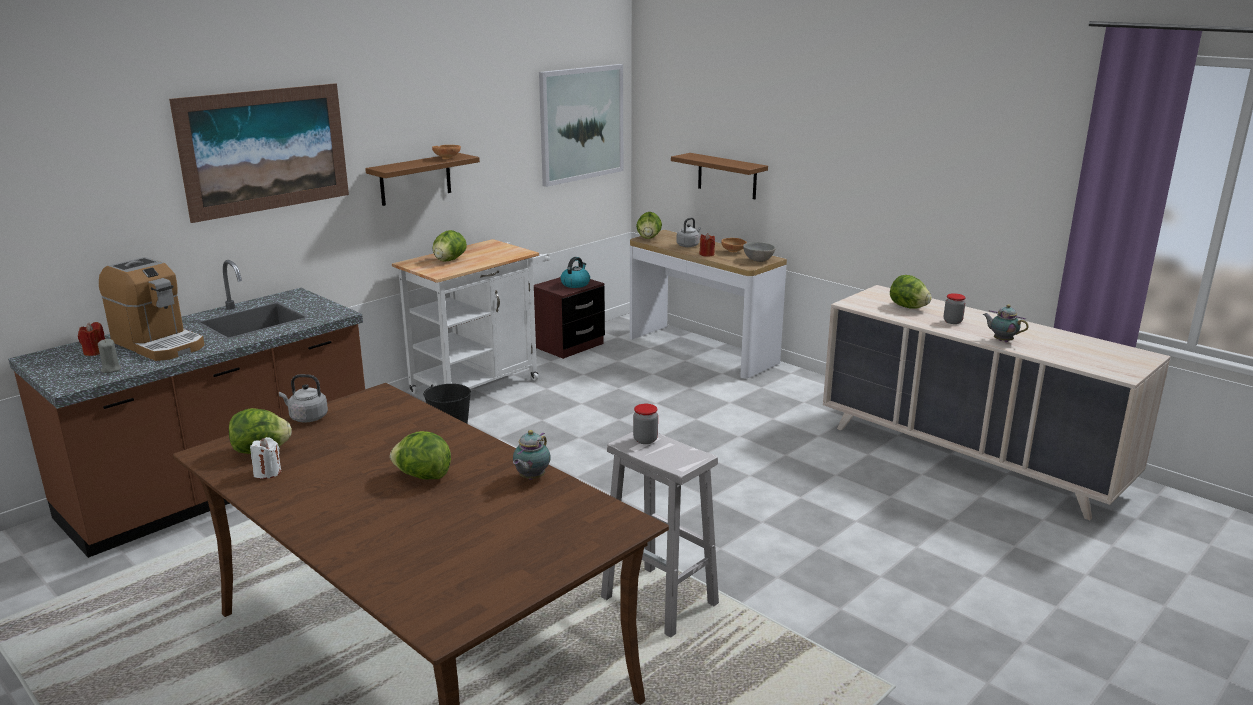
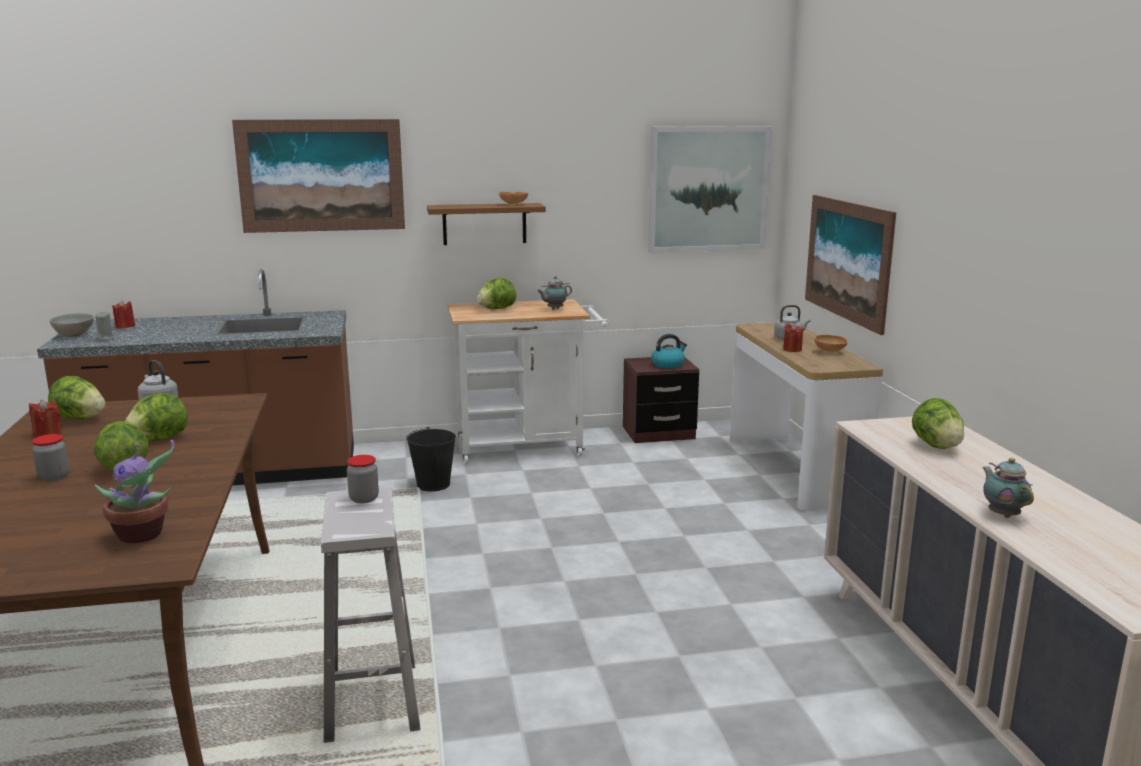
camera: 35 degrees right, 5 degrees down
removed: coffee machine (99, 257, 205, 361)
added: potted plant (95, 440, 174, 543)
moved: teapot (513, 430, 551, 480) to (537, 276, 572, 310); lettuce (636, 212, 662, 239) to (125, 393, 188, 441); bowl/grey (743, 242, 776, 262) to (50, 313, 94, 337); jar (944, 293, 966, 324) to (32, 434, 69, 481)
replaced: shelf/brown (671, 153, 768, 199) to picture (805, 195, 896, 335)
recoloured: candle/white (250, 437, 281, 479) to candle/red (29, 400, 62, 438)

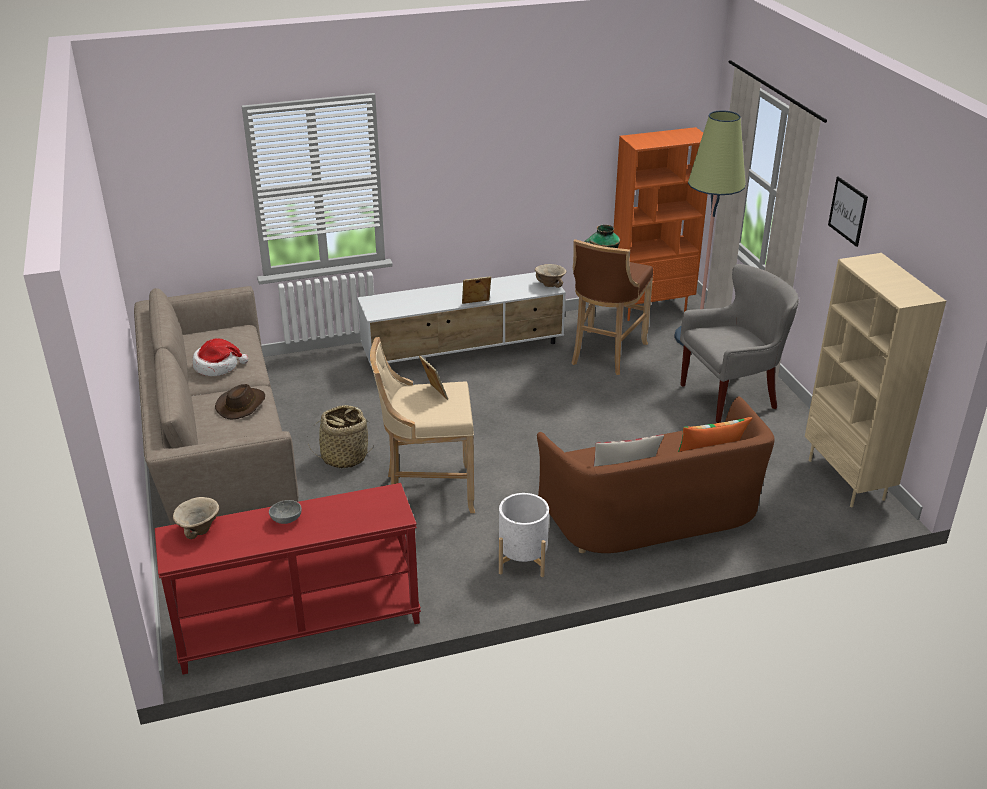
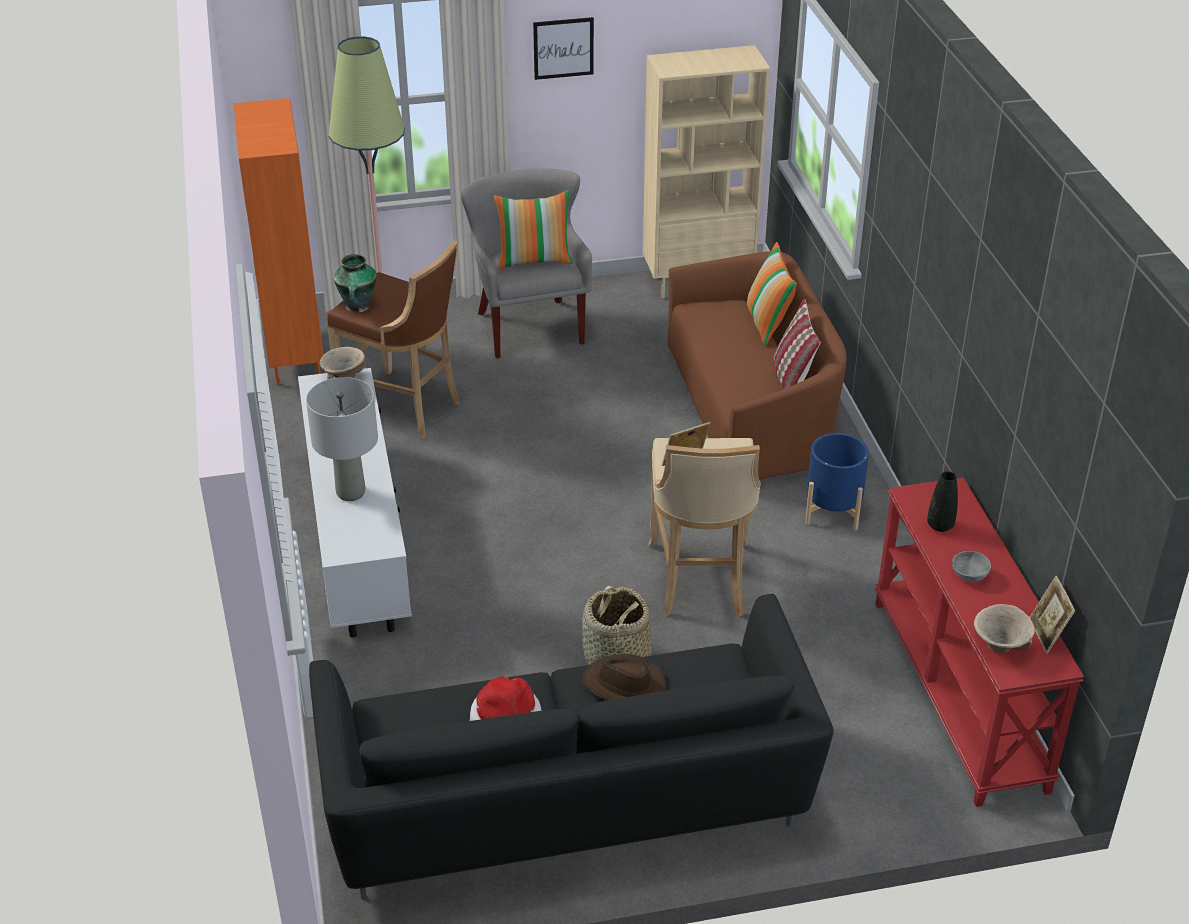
camera: 85 degrees left, 5 degrees up
added: table lamp/grey (306, 377, 378, 501); pillow (494, 190, 573, 270); vase/black (927, 471, 958, 532)
moved: picture frame (462, 276, 491, 304) to (1029, 576, 1075, 654)
recoloured: sofa/beige (134, 286, 299, 525) to sofa/black (309, 594, 834, 899); planter/white (499, 493, 549, 577) to planter/blue (805, 433, 869, 531)

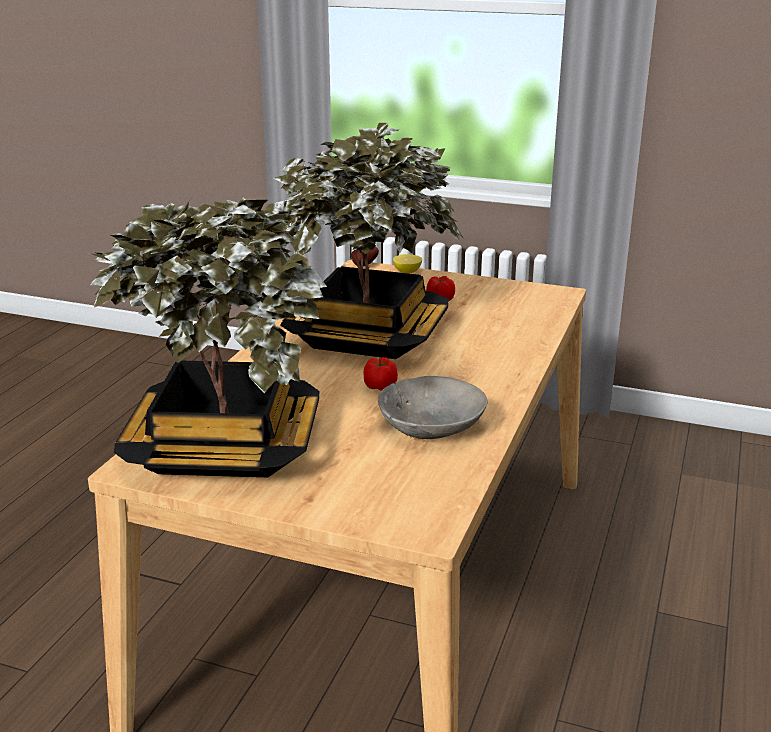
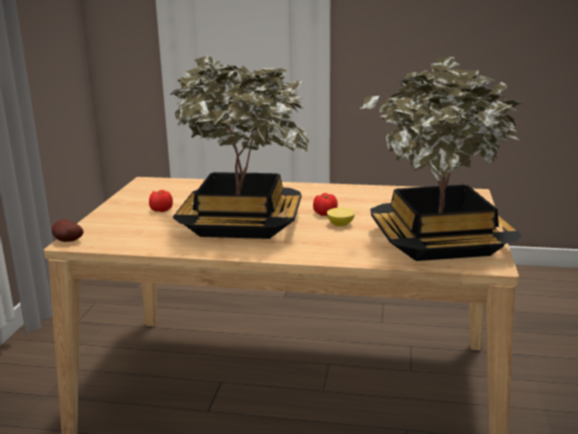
camera: 100 degrees left, 5 degrees down
removed: bowl/grey (378, 376, 488, 439)
moved: lemon (393, 254, 422, 274) to (327, 208, 355, 226)

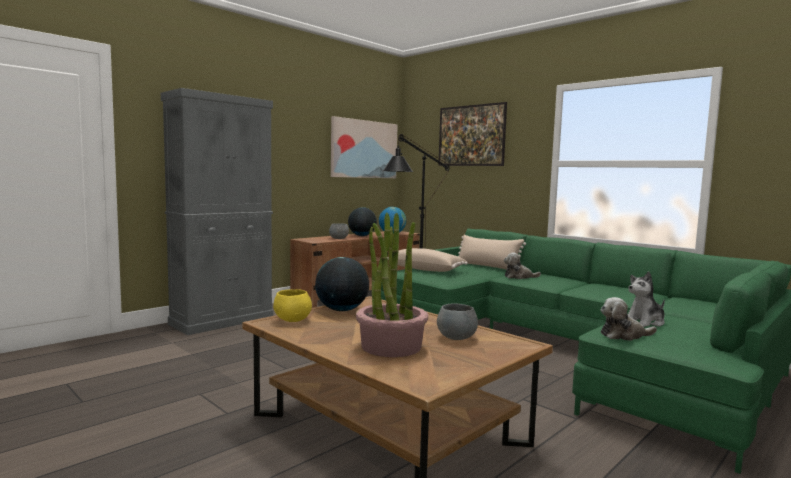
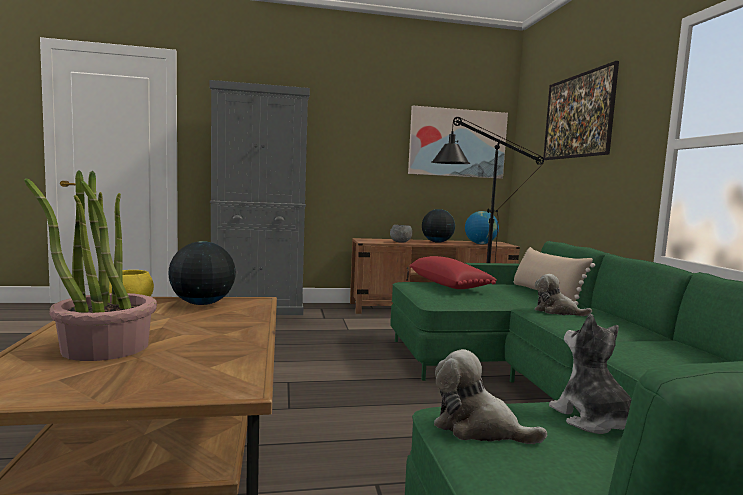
camera: 35 degrees right, 0 degrees up
removed: bowl/grey (437, 304, 478, 340)
recoloured: pillow/beige (388, 248, 468, 272) to pillow/red (410, 256, 497, 289)
turned: plush toy (628, 271, 665, 327) = (549, 314, 632, 434) 60 degrees clockwise

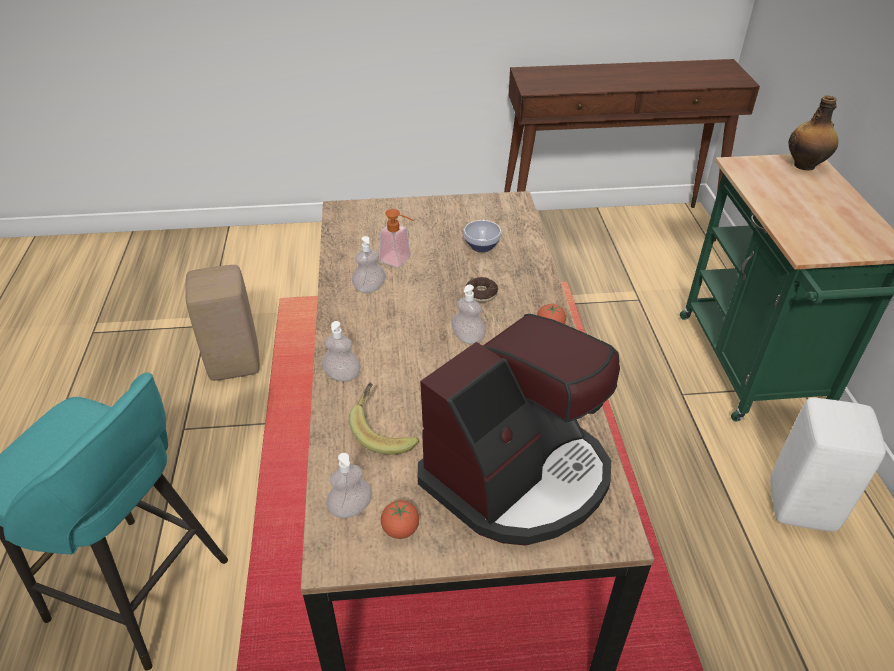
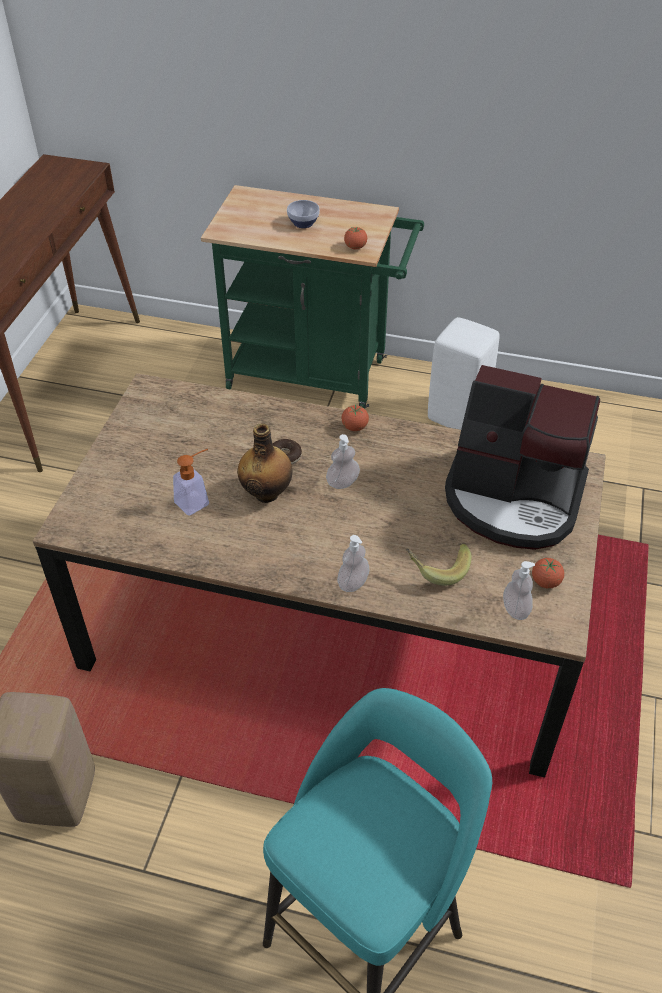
camera: 70 degrees left, 5 degrees up
removed: soap dispenser (352, 236, 386, 293)
added: tomato (344, 227, 367, 249)
moved: bowl (464, 220, 501, 252) to (287, 200, 320, 228); bottle (789, 95, 838, 170) to (237, 423, 293, 503)
turned: coffee machine (418, 314, 620, 546) = (445, 365, 600, 550) 135 degrees clockwise

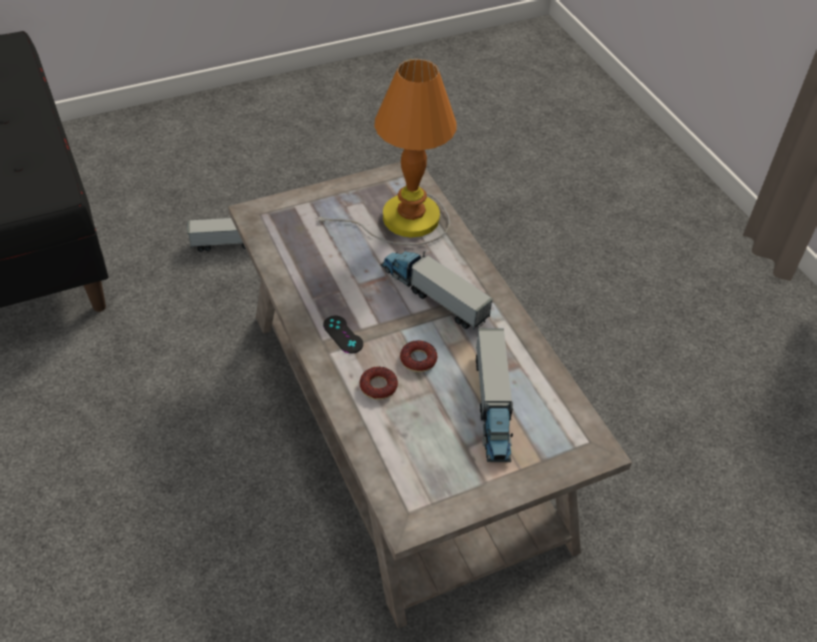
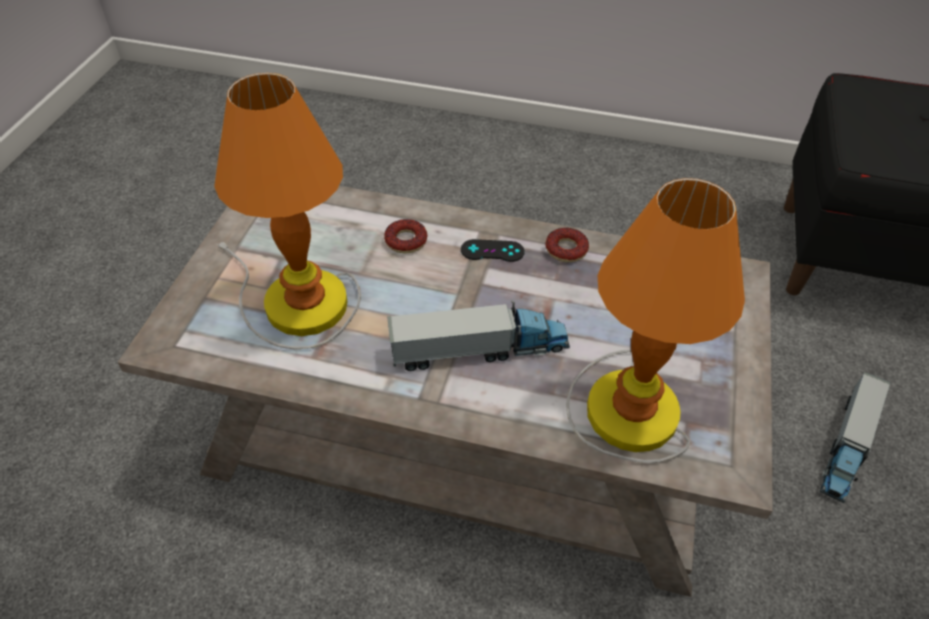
camera: 130 degrees right, 0 degrees up
moved: donut (400, 340, 438, 372) to (545, 228, 589, 262)
replaced: toy truck (476, 328, 513, 462) to table lamp (214, 73, 361, 349)

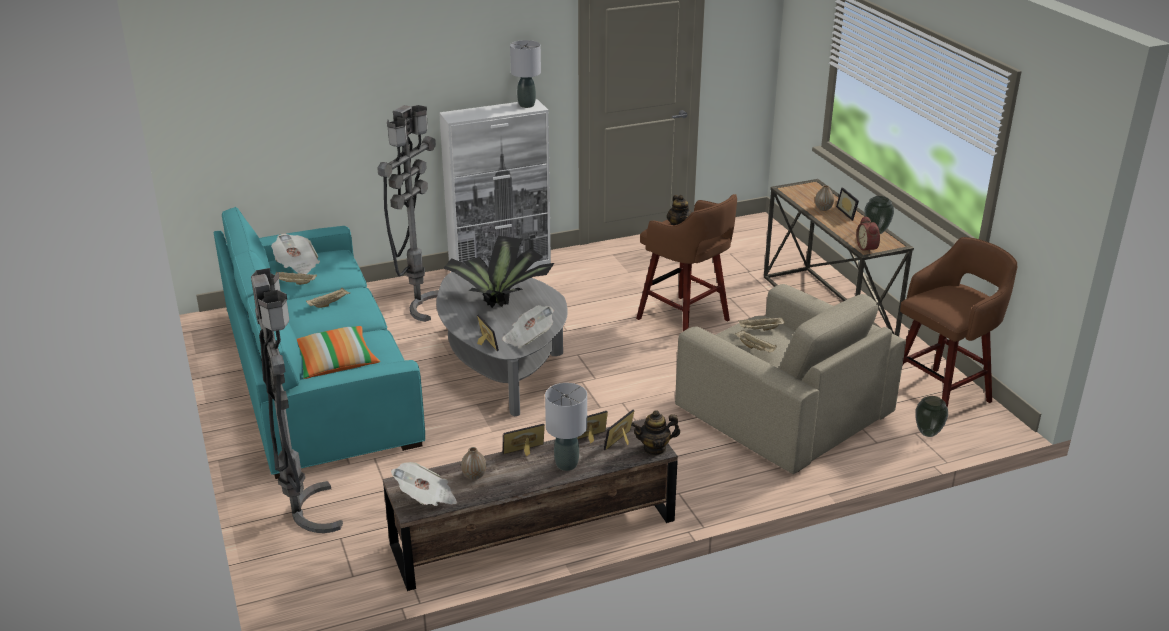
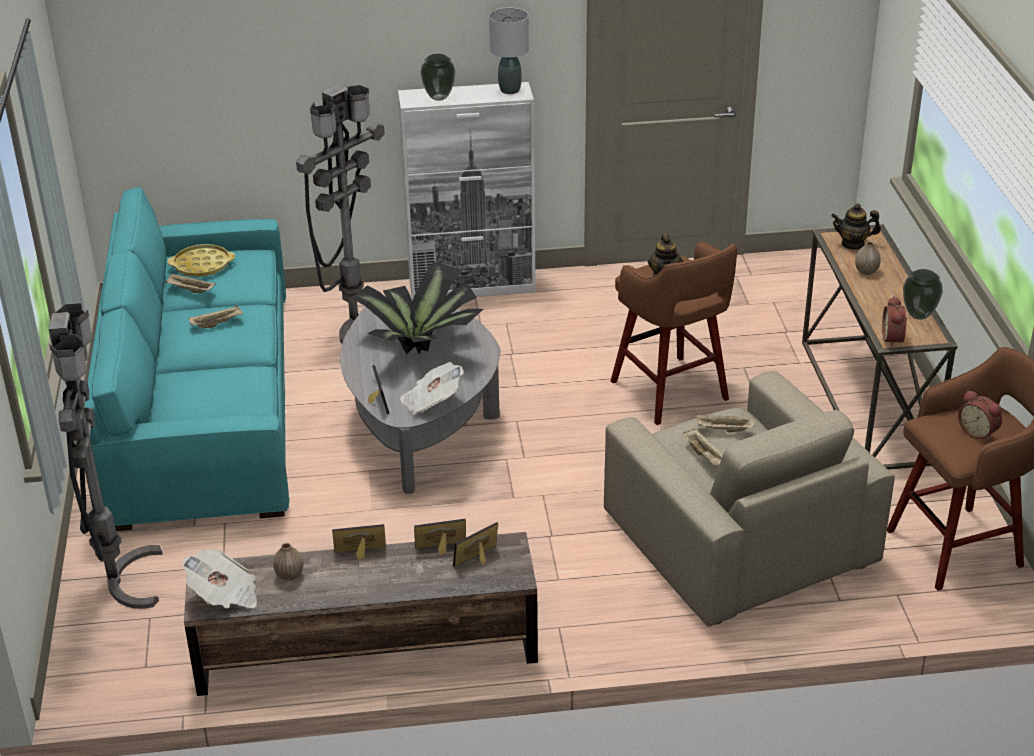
camera: 15 degrees right, 5 degrees up
removed: pillow (297, 326, 380, 379); table lamp/grey (545, 383, 587, 471); picture frame (836, 188, 859, 221)
added: alarm clock (958, 390, 1002, 441)
moved: teapot (631, 410, 680, 456) to (831, 204, 881, 250); vase (915, 396, 948, 437) to (421, 54, 455, 101)
replaced: newspaper (271, 234, 320, 274) to tray/yellow (168, 244, 235, 277)

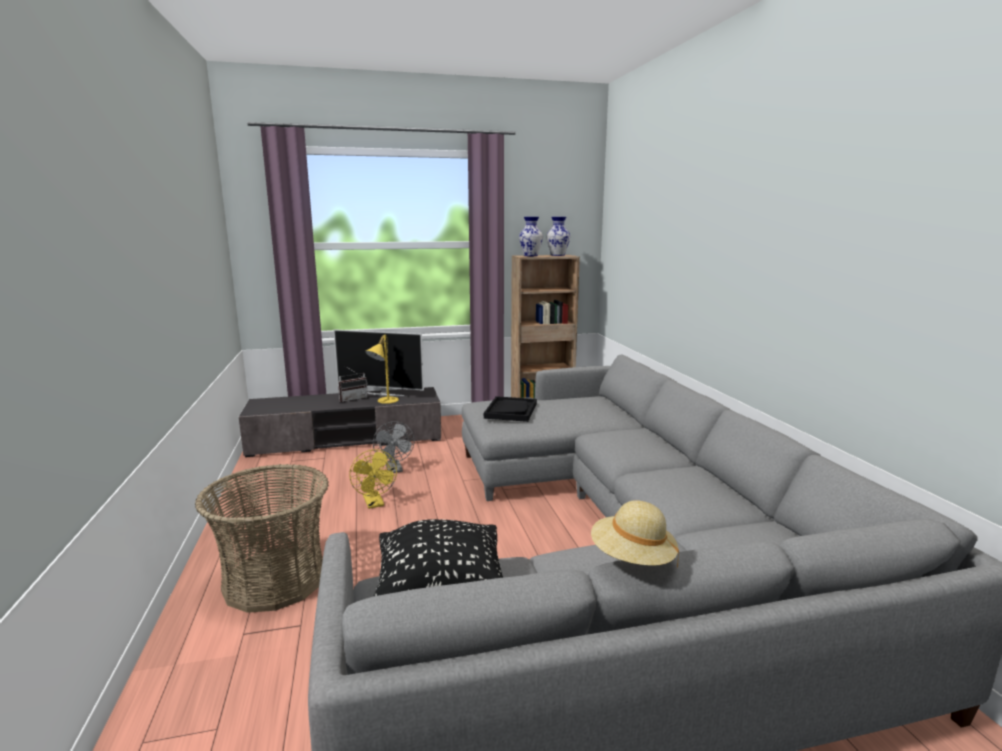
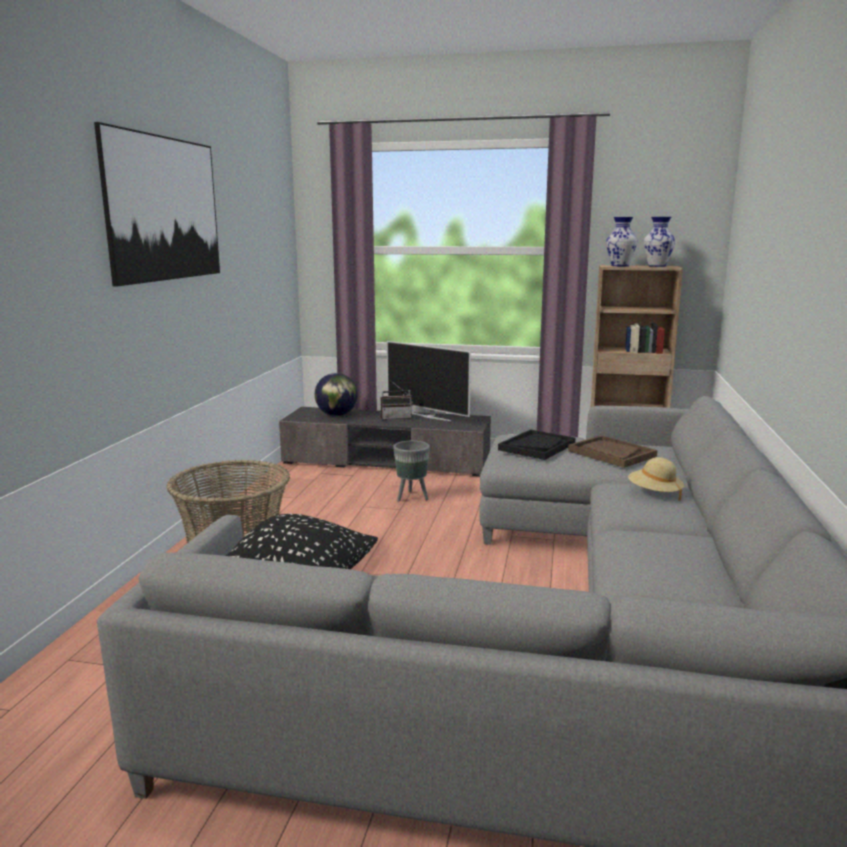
camera: 25 degrees right, 0 degrees up
removed: fan/yellow (349, 449, 397, 509); table lamp/yellow (365, 335, 399, 404)
added: picture (94, 122, 220, 287); globe (315, 373, 358, 416); tray/brown (568, 435, 657, 468)
moved: hat/beige (591, 500, 679, 568) to (628, 457, 684, 501)
replaced: fan/grey (373, 421, 415, 473) to planter/grey (393, 441, 430, 502)

